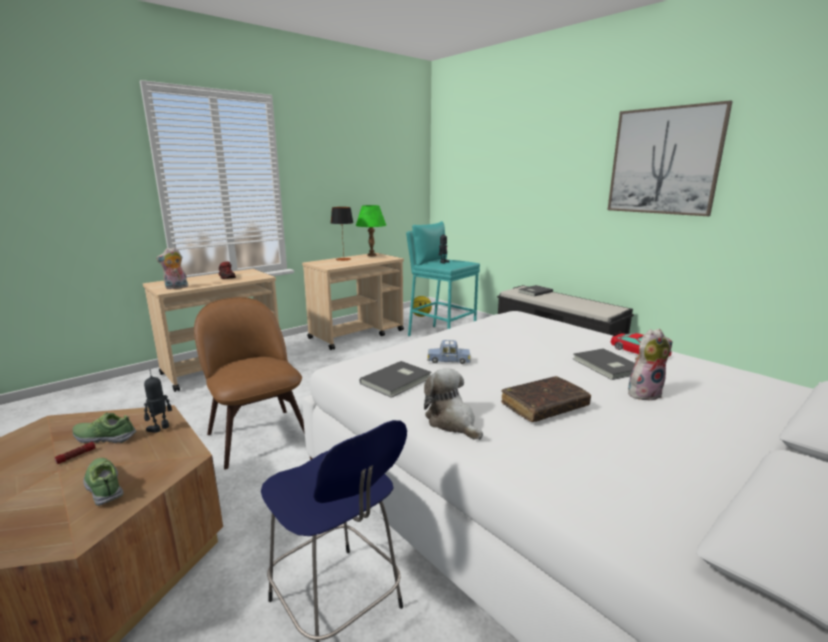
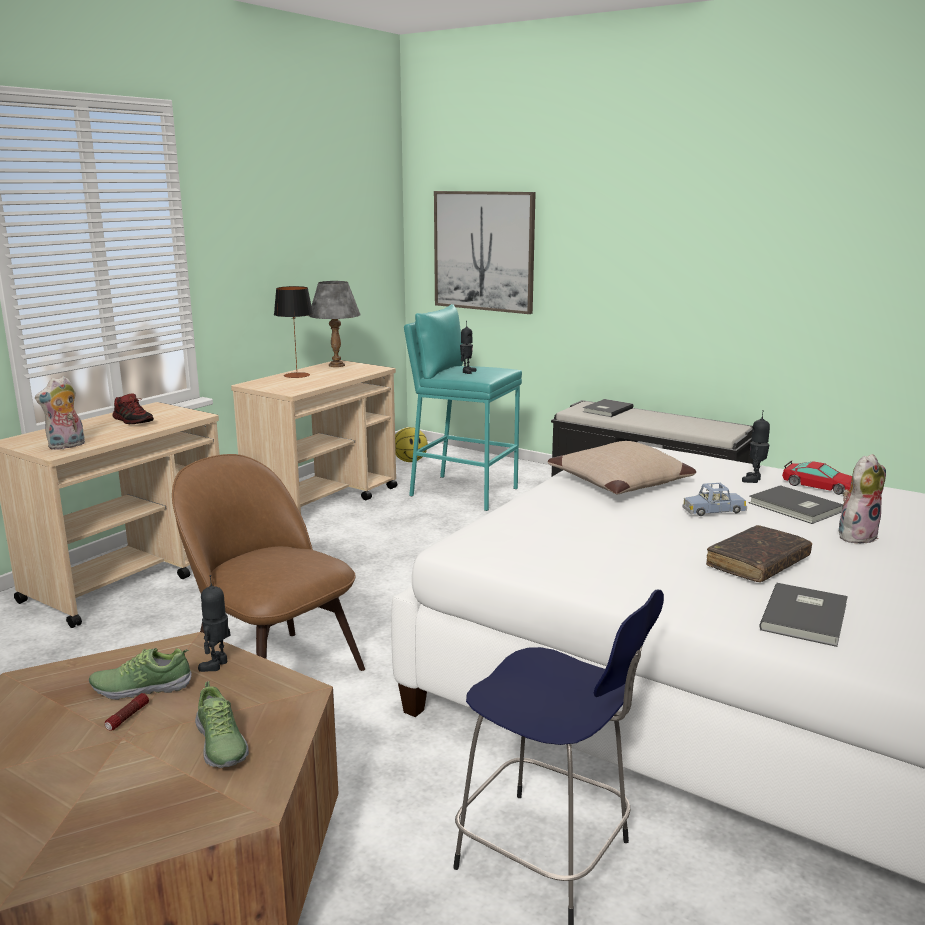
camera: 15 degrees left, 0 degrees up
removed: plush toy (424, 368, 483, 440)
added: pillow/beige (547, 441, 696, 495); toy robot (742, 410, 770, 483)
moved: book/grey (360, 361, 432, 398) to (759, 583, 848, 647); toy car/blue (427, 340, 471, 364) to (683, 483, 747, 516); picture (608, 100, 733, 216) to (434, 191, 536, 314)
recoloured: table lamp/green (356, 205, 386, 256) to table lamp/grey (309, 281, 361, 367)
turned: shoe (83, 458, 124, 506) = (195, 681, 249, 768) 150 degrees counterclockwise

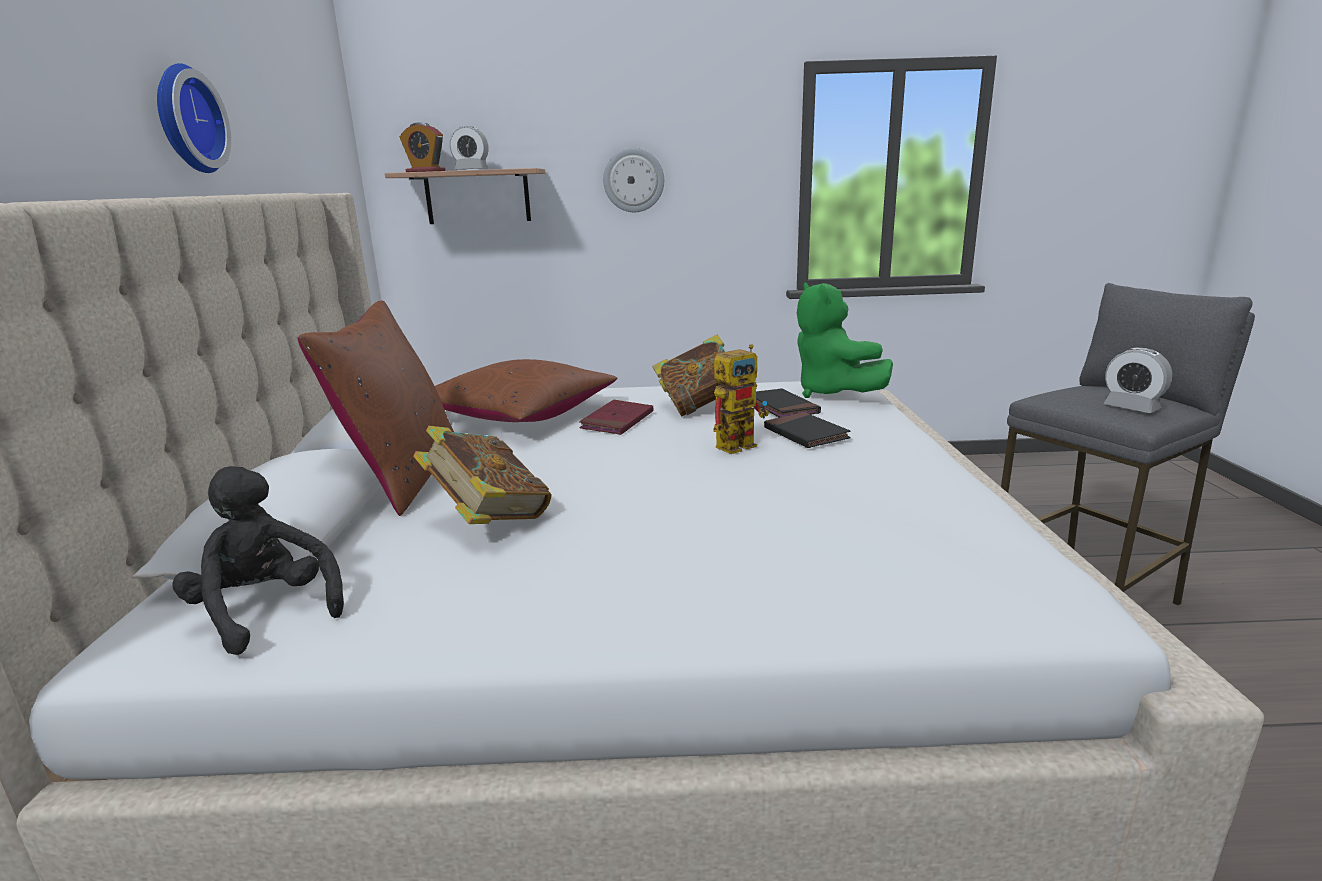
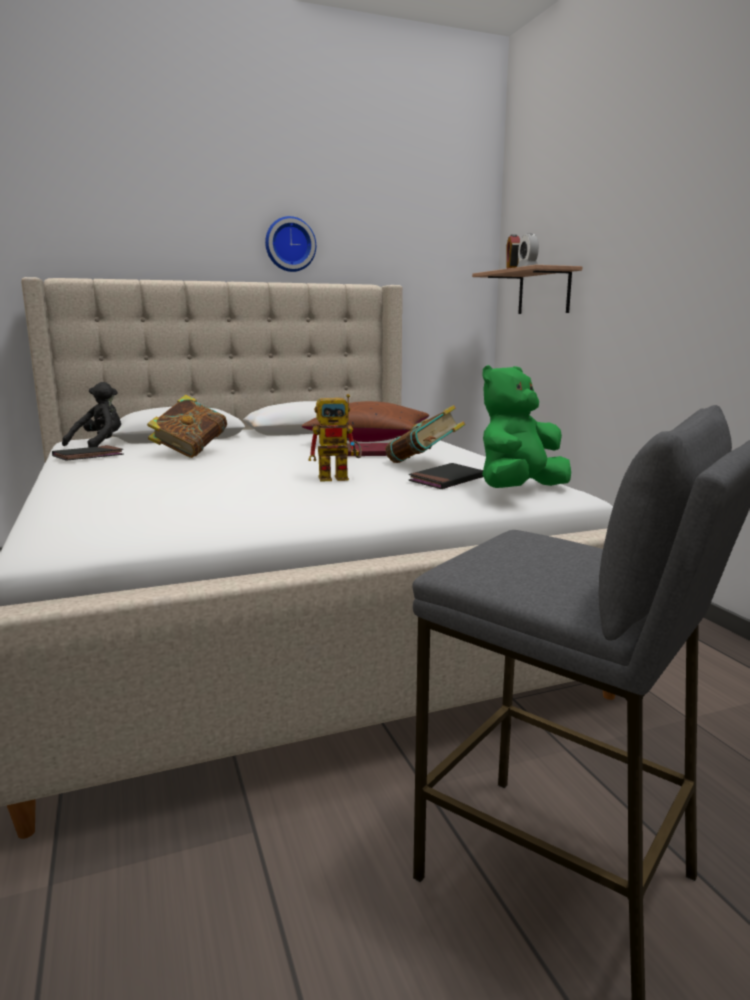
camera: 70 degrees right, 5 degrees down
removed: pillow/brown (297, 301, 454, 516); wall clock (603, 148, 664, 212); alarm clock (1103, 348, 1172, 413)
moved: book/black (764, 412, 851, 448) to (52, 445, 124, 461)
turned: toy robot (713, 344, 769, 454) = (308, 394, 362, 482) 45 degrees counterclockwise

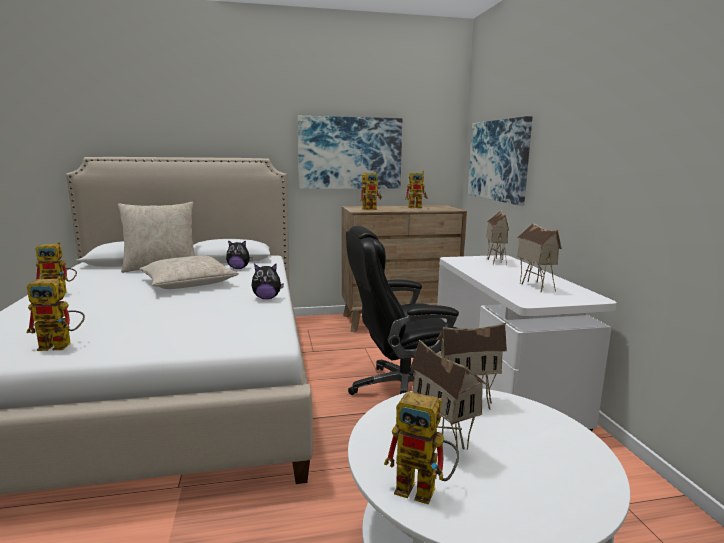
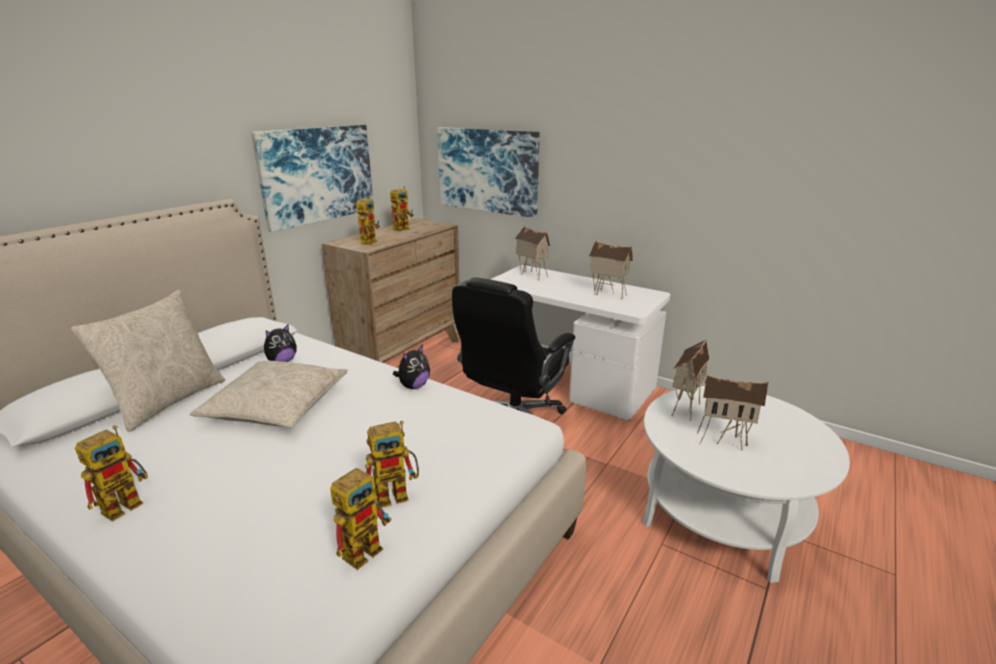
camera: 45 degrees left, 10 degrees up
moved: toy robot (384, 391, 459, 505) to (366, 421, 419, 508)

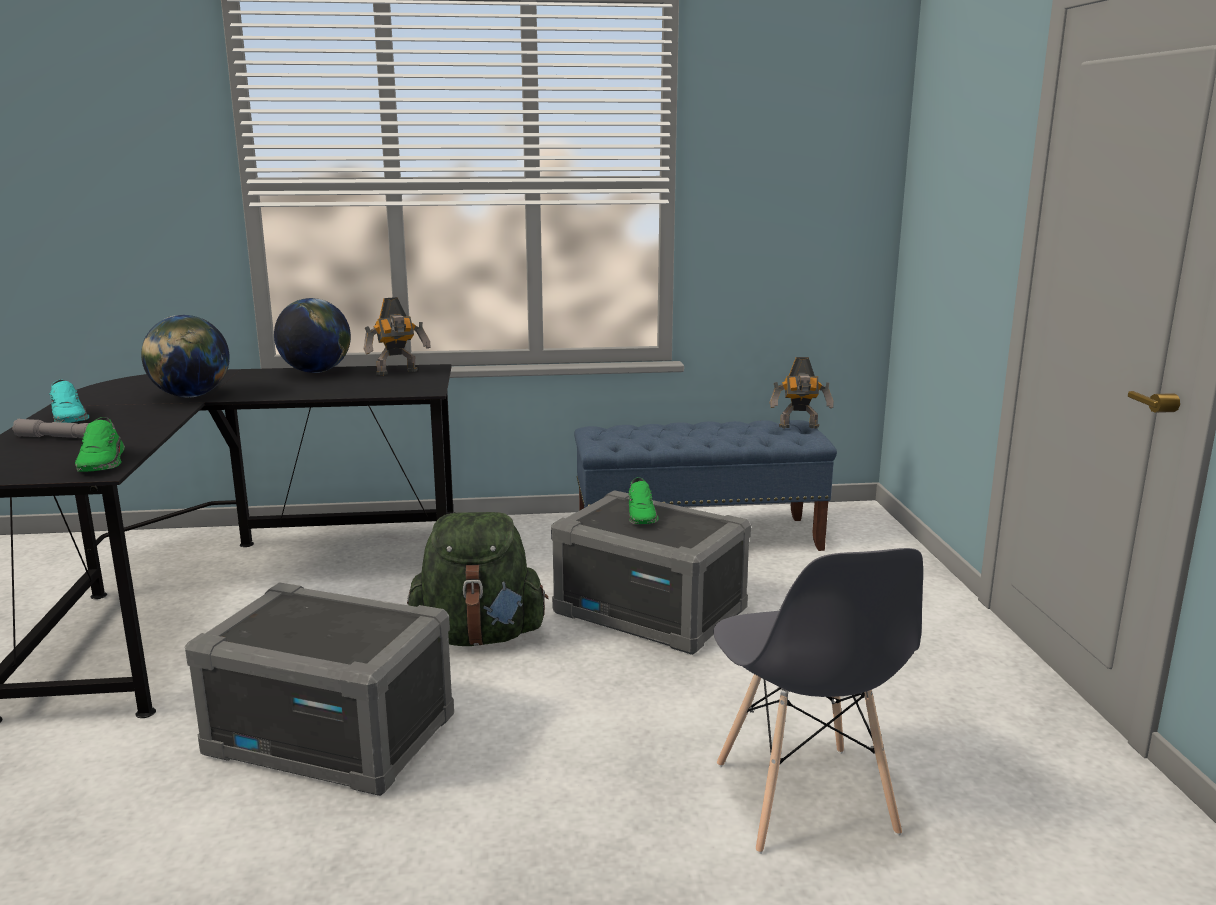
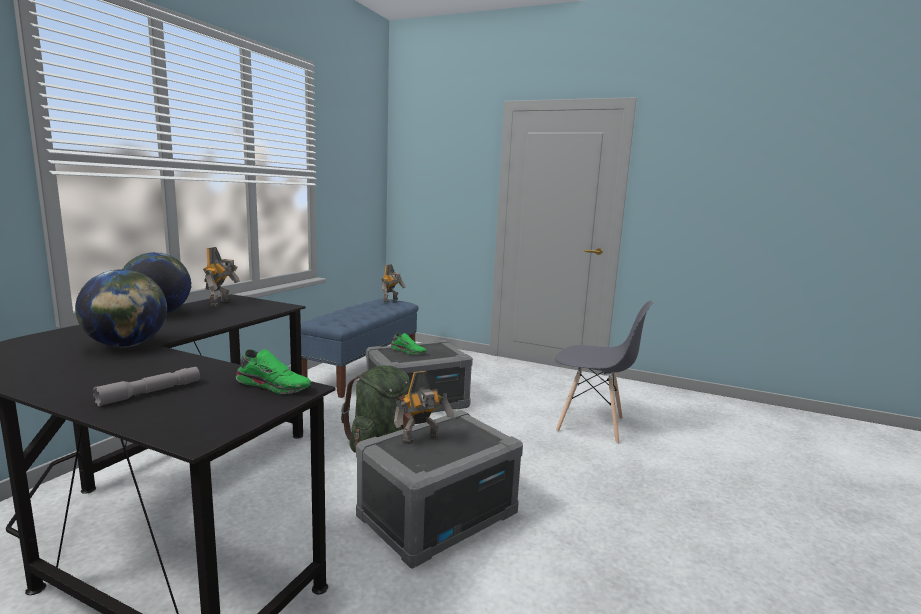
camera: 60 degrees left, 5 degrees down
removed: shoe/turquoise (49, 380, 89, 423)
added: toy robot (394, 371, 454, 444)

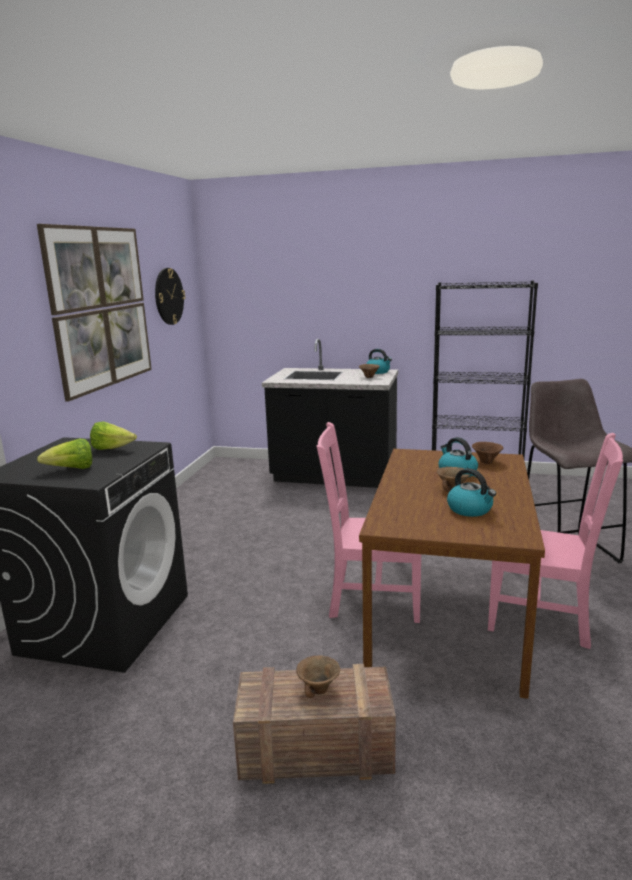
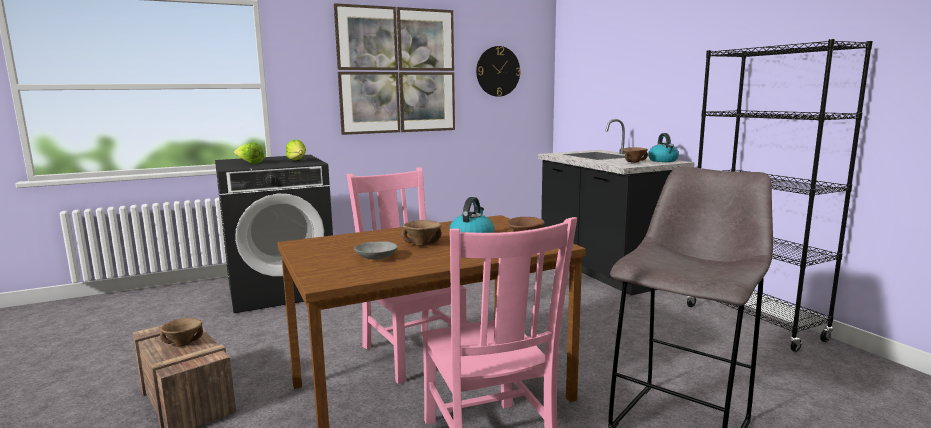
camera: 50 degrees right, 5 degrees down
replaced: kettle (447, 468, 496, 517) to bowl/grey (354, 241, 398, 260)

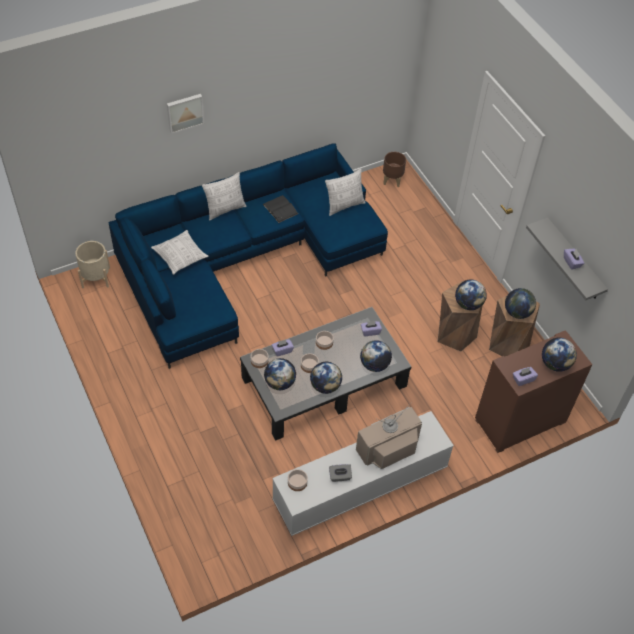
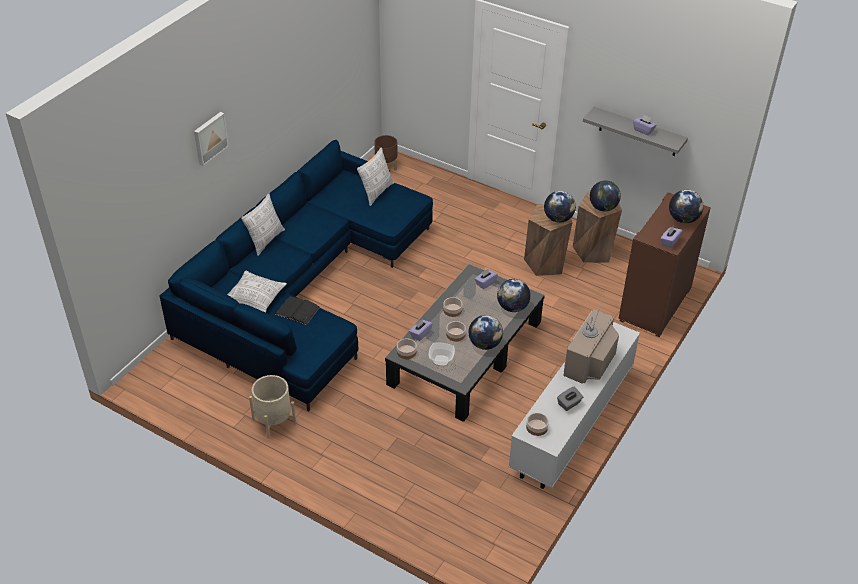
camera: 30 degrees left, 10 degrees down
moved: planter/beige (75, 241, 110, 288) to (249, 375, 296, 439); book/black (263, 195, 298, 223) to (275, 296, 320, 325)
replaced: globe (264, 358, 296, 390) to bowl (429, 343, 455, 366)

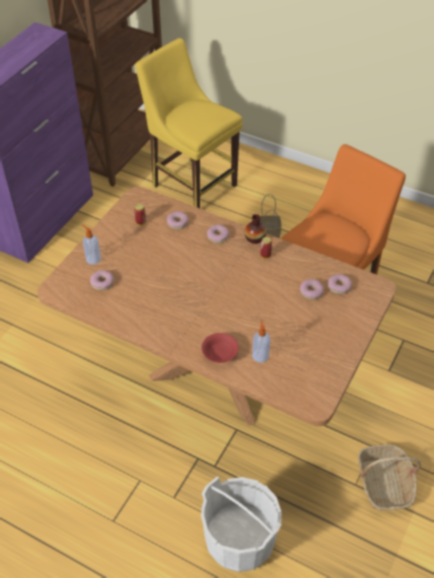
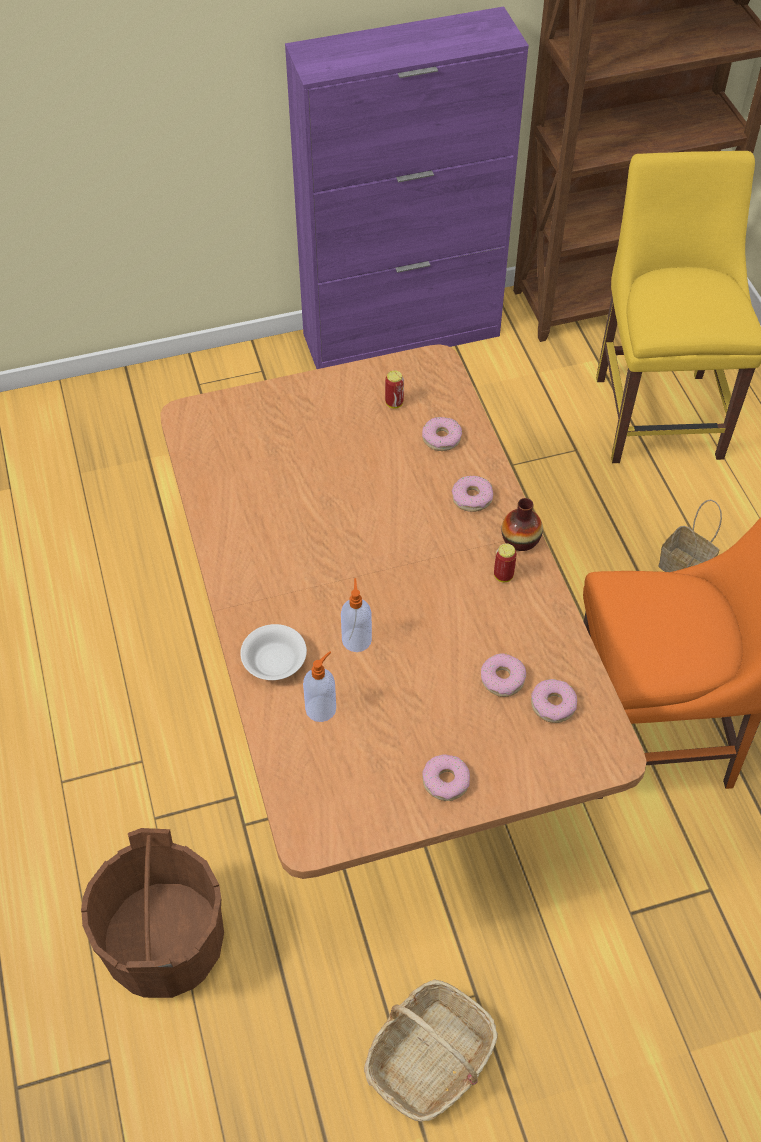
camera: 45 degrees right, 5 degrees up
moved: soap dispenser (82, 225, 101, 265) to (341, 578, 372, 652); donut (90, 270, 114, 290) to (422, 754, 470, 801)
recoloured: bucket/white (201, 476, 282, 572) to bucket/brown (81, 828, 224, 998); bowl/red (202, 333, 239, 363) to bowl/white (240, 624, 307, 680)

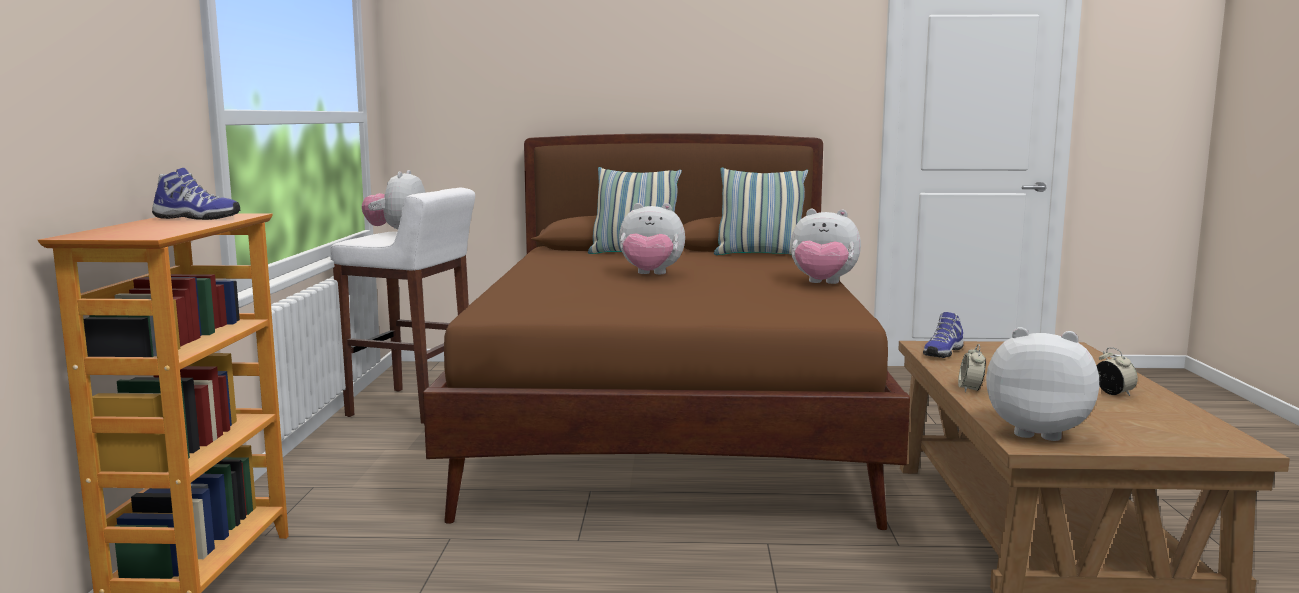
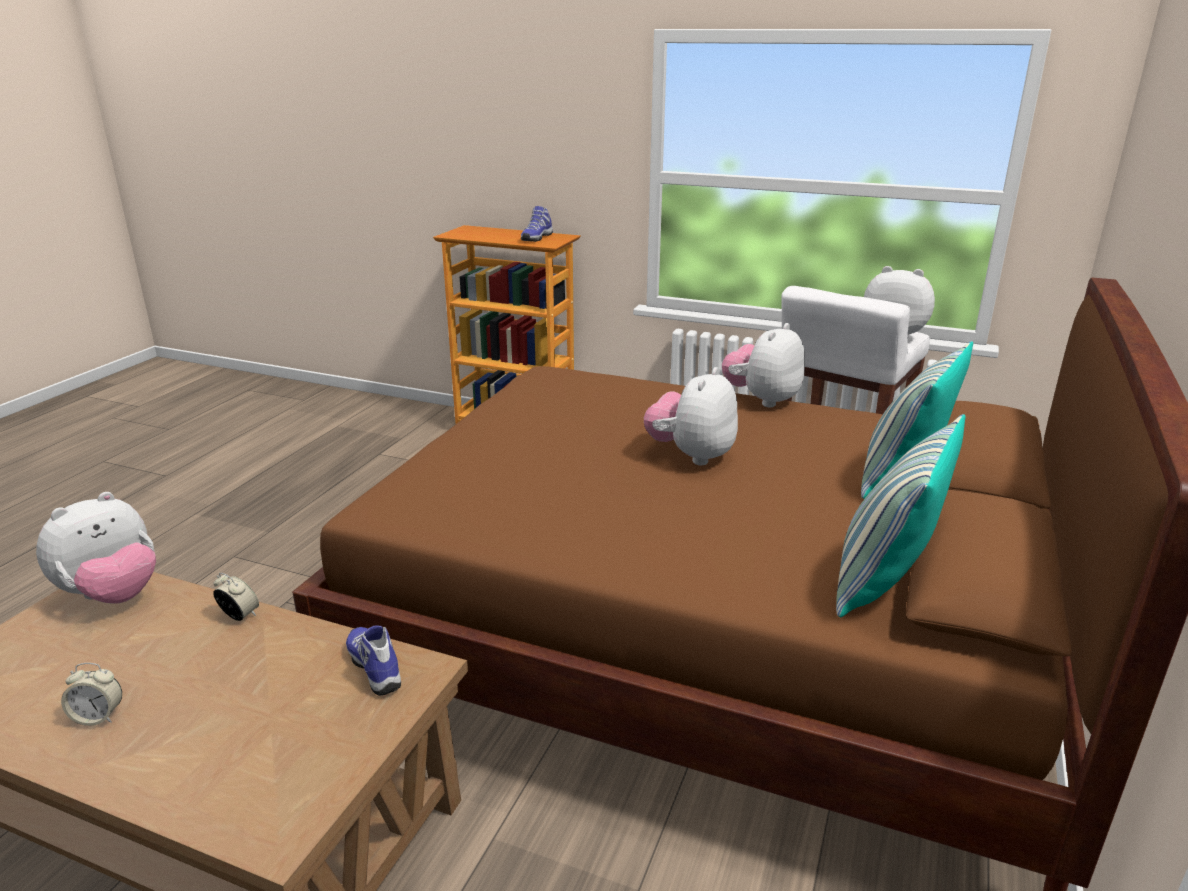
camera: 110 degrees right, 15 degrees up
moved: plush toy (790, 209, 861, 284) to (722, 323, 805, 407)

